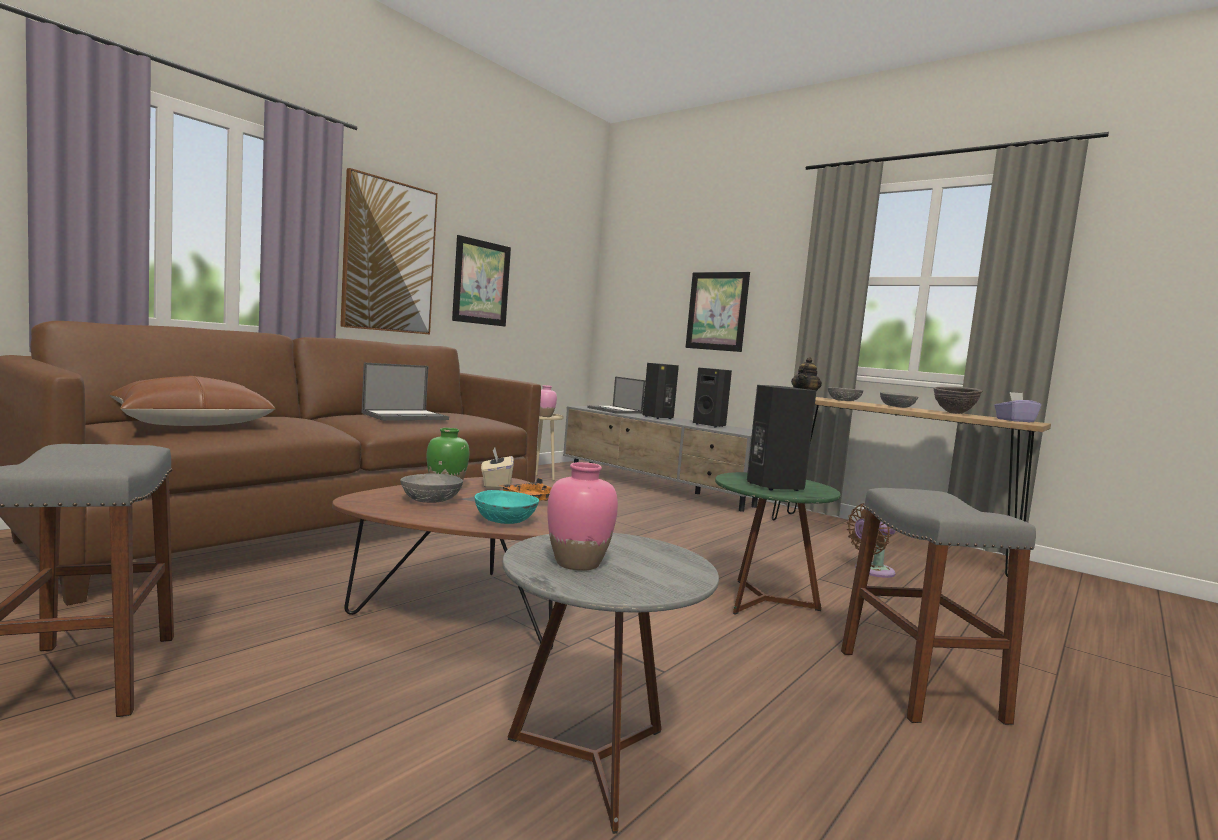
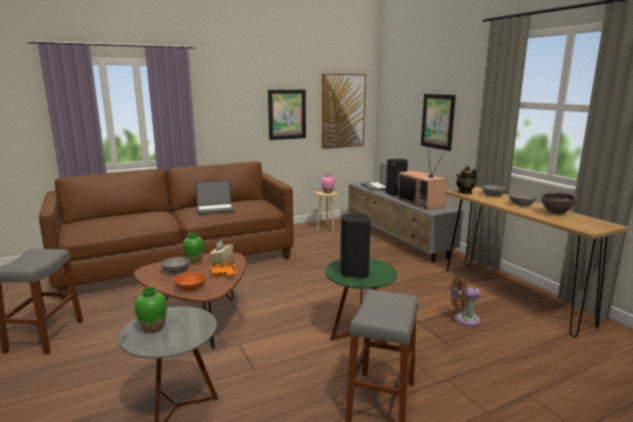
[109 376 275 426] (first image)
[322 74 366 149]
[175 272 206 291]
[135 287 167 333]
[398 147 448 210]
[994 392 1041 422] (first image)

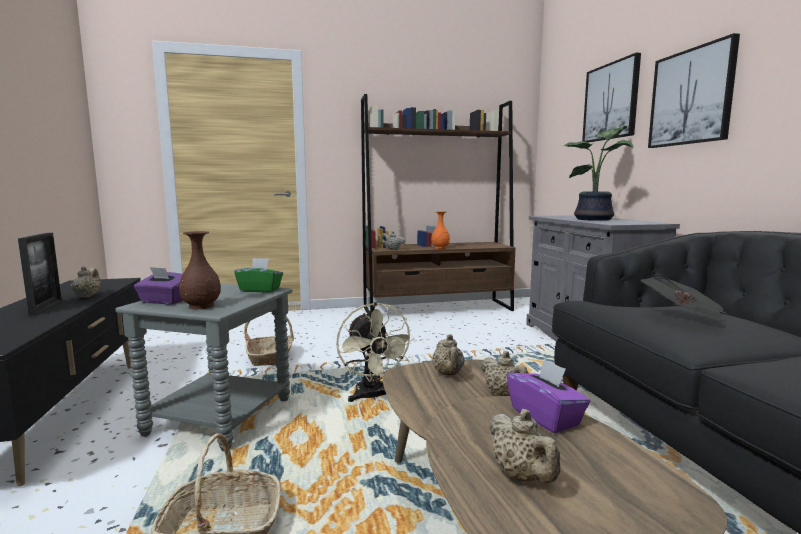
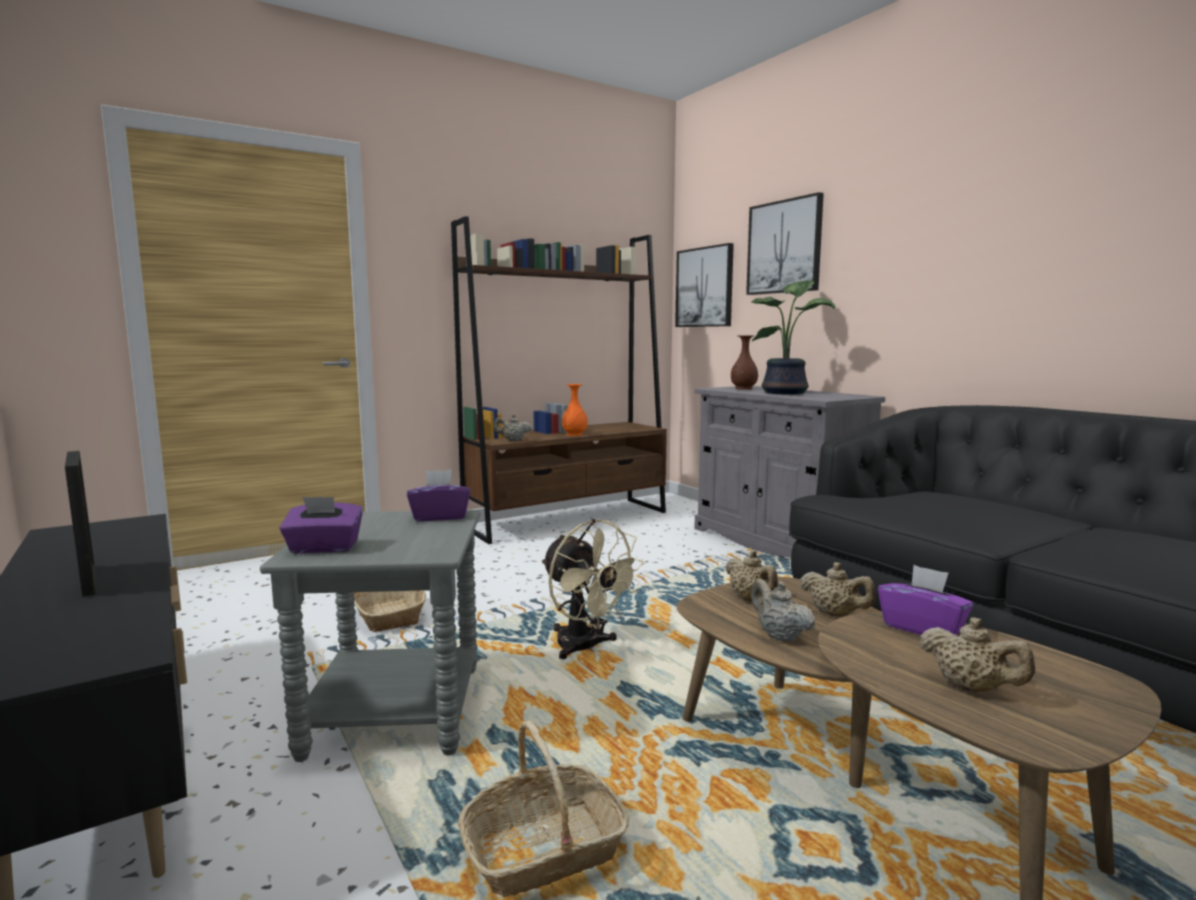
[751 578 816 642]
[731 336 758 390]
[407 469 470 522]
[640 277 727 318] (first image)
[675 243 734 327]

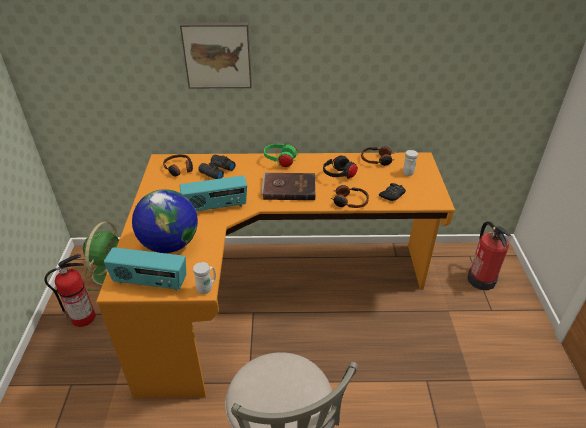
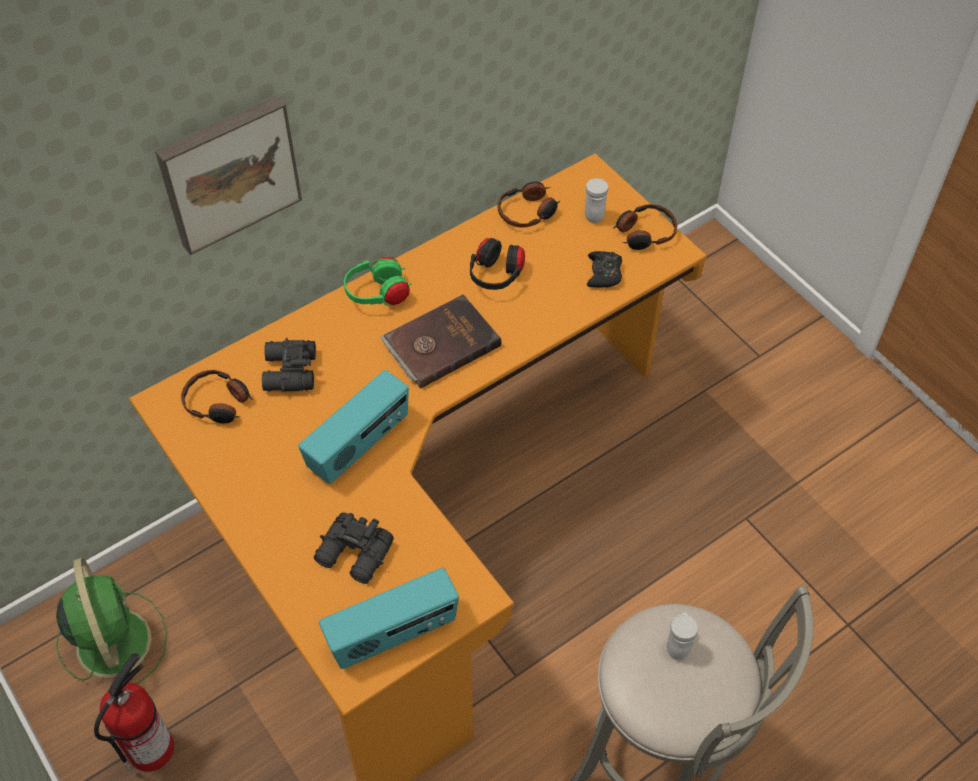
[314 512 394 584]
[667 613 698 660]
[614 204 678 250]
[467 221 511 290] (first image)

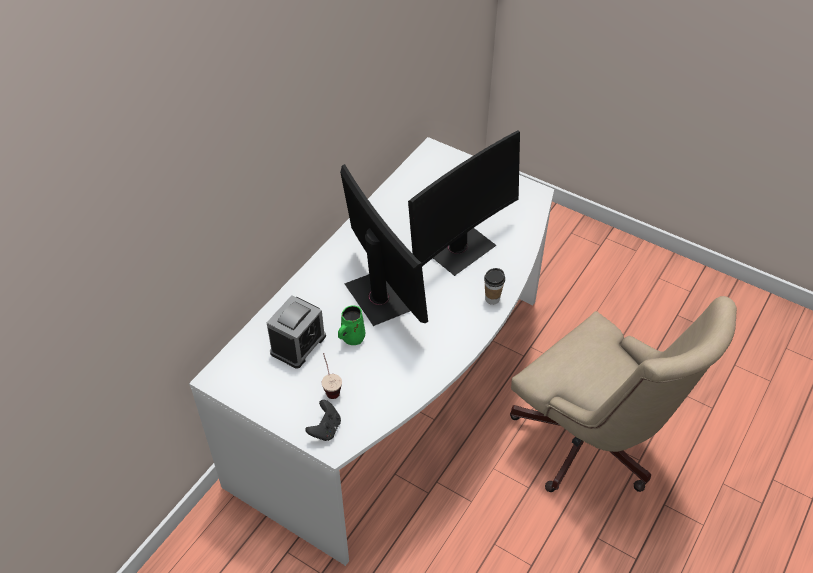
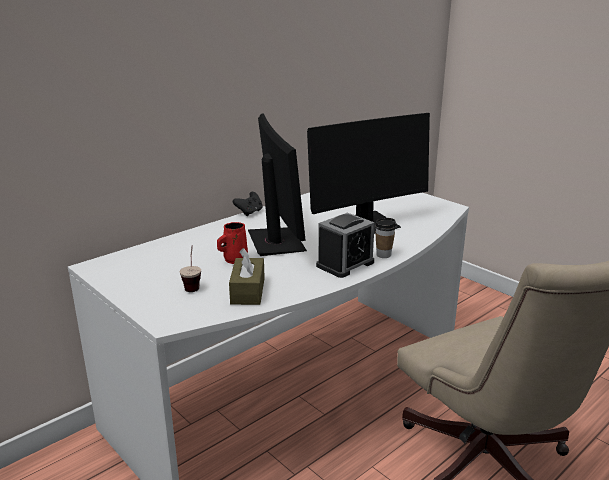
[316 213 375 278]
[233 192 263 216]
[217 222 248 264]
[229 248 265 305]

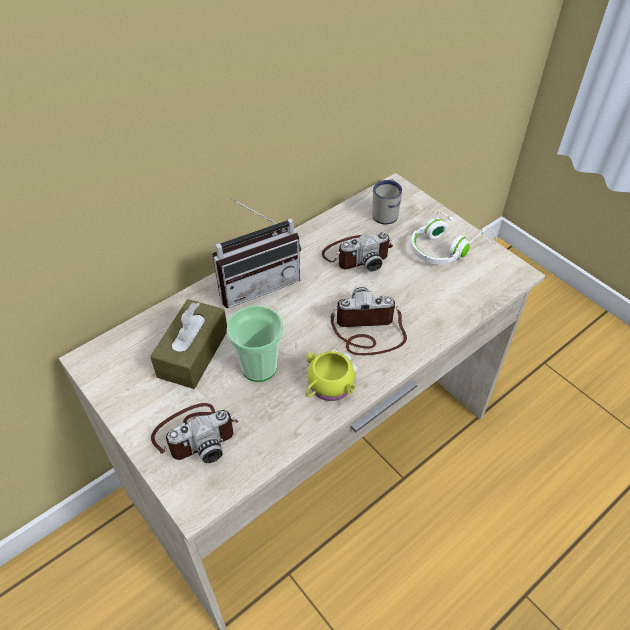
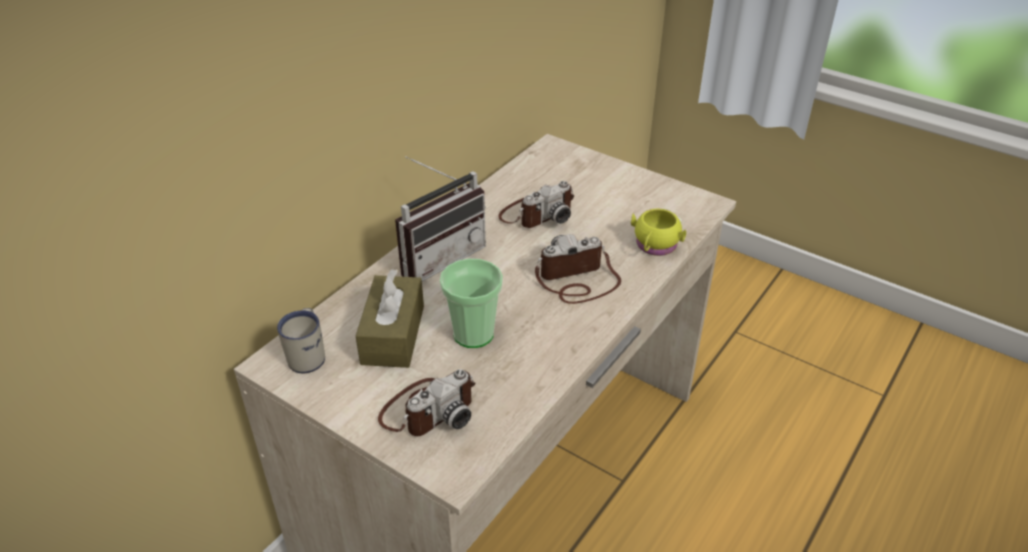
[631 208 686 256]
[277 308 325 373]
[410 211 497 265] (first image)

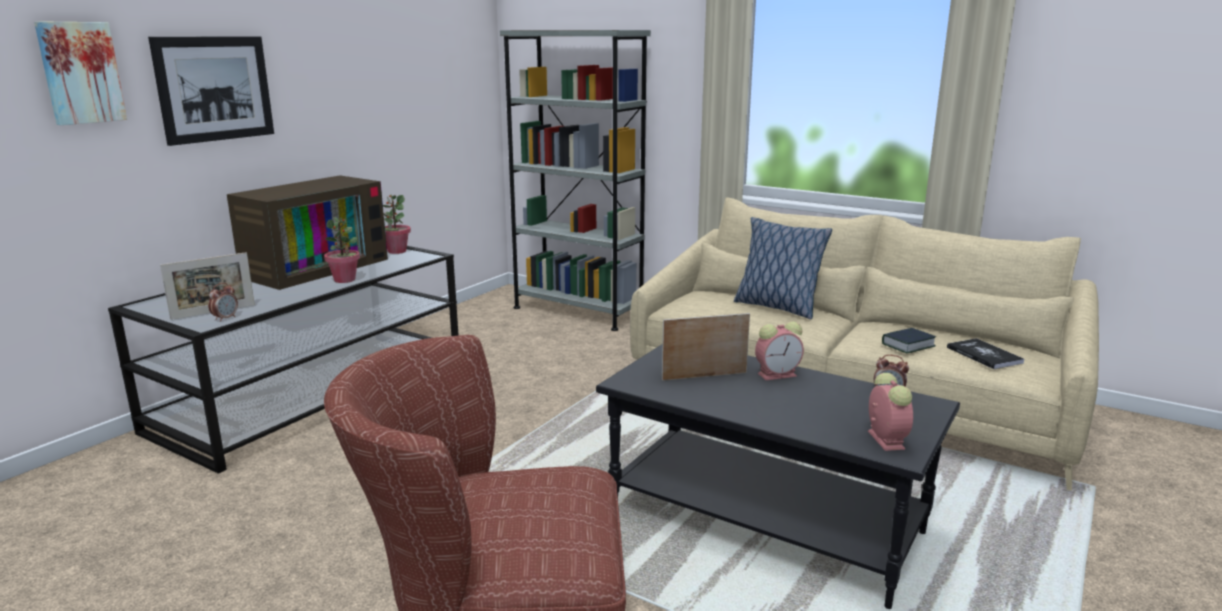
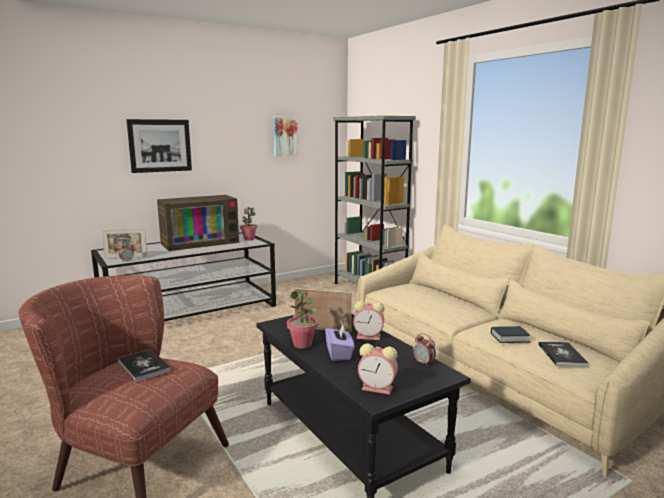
[273 117 298 156]
[287 289 318 349]
[734 217 832 319] (first image)
[358 343 398 395]
[118 349 171 382]
[325 324 355 361]

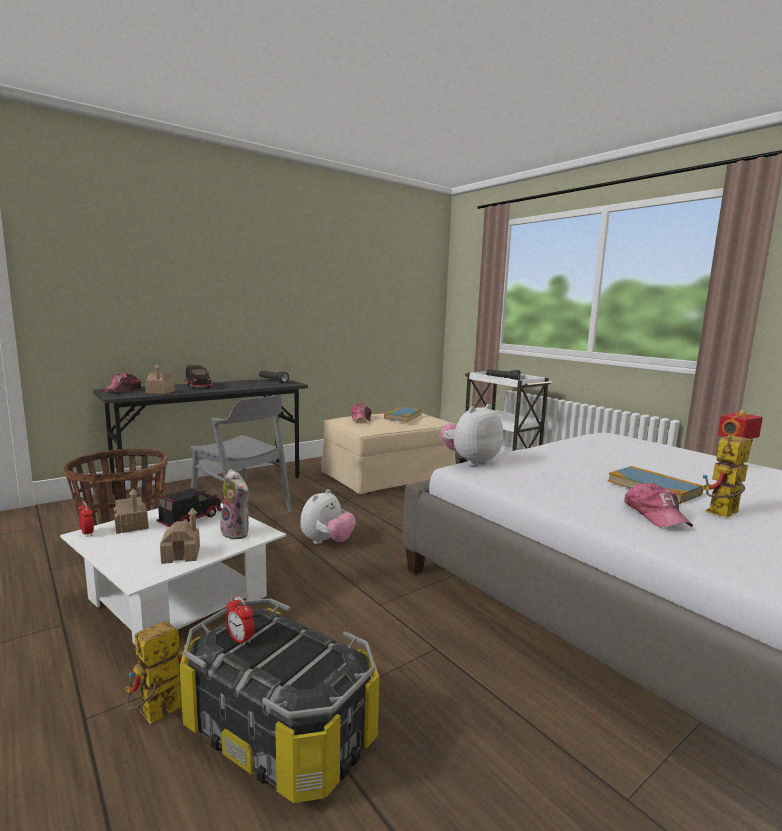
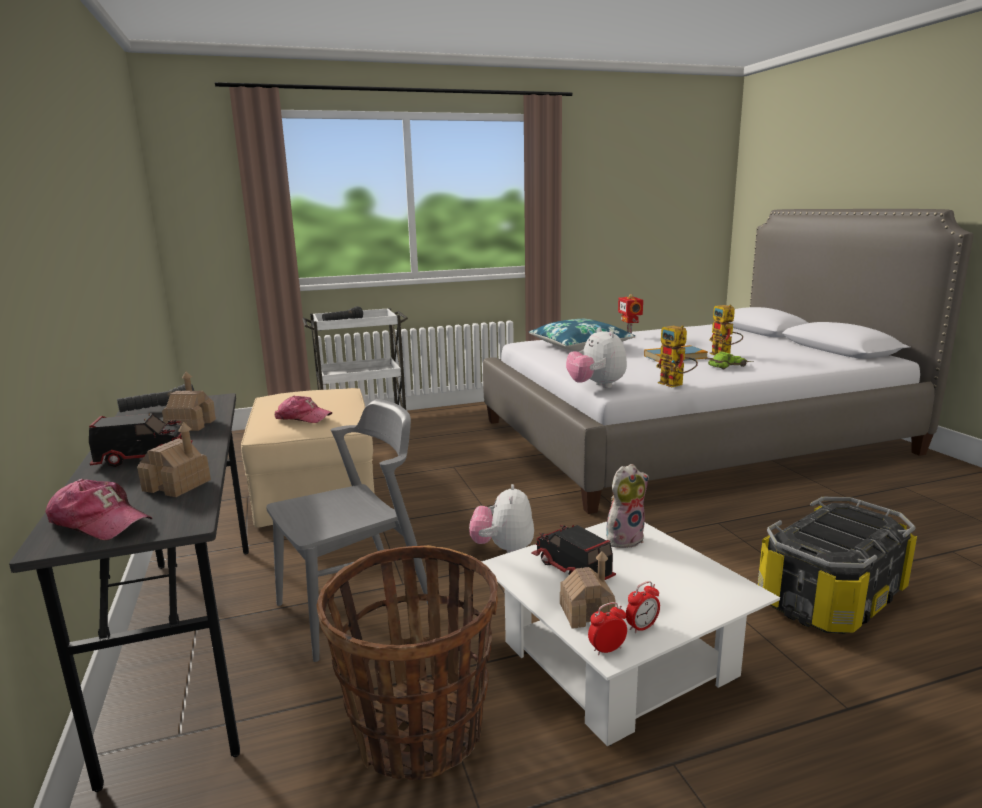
[656 326 698 387]
[162 371 216 431]
[626 581 660 634]
[469 484 534 553]
[384 407 422 422] (first image)
[705 351 754 369]
[528 319 635 351]

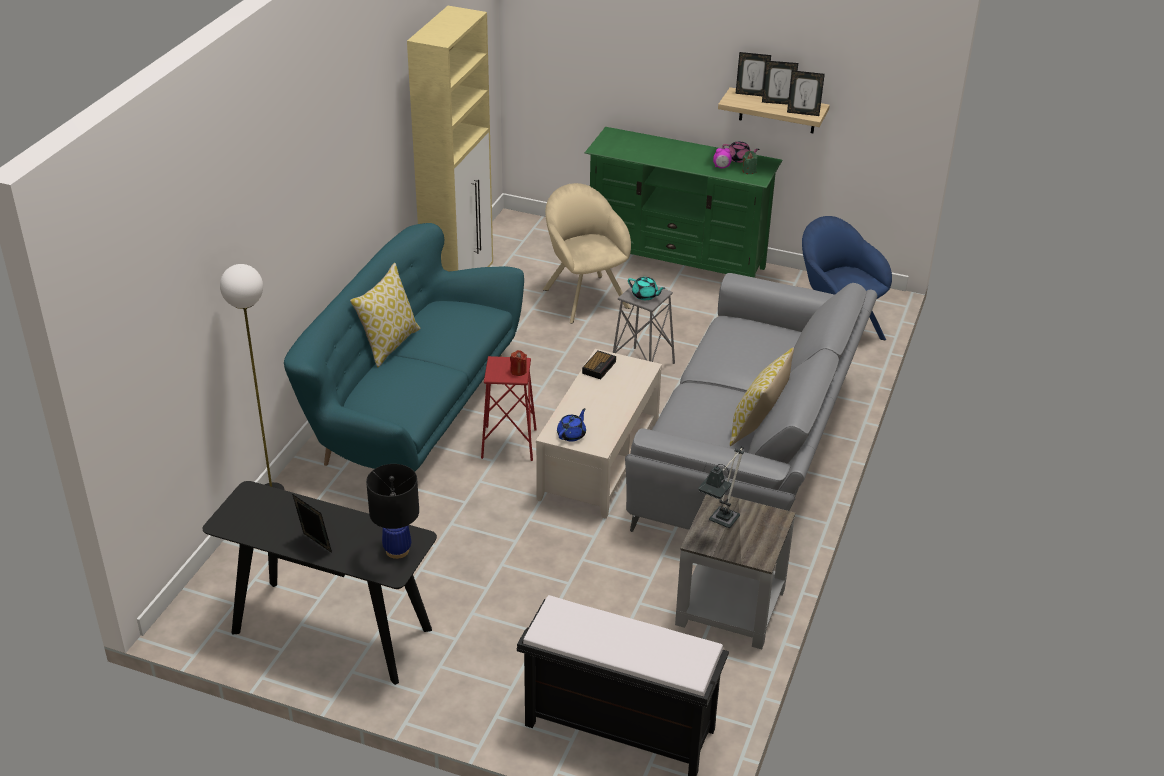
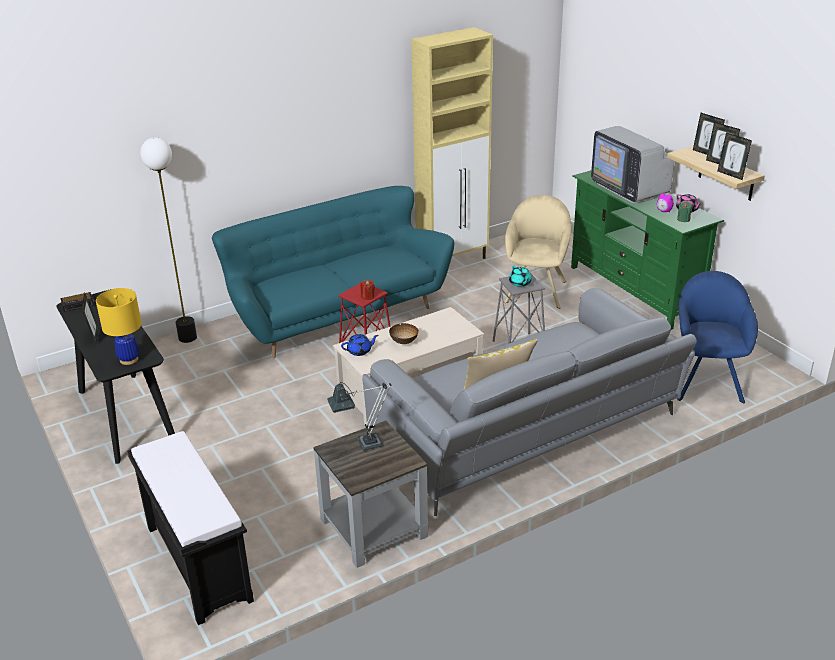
[350 263 420 367] (first image)
[96 288 142 365]
[60 292 95 312]
[389 323 419 344]
[591 126 675 203]

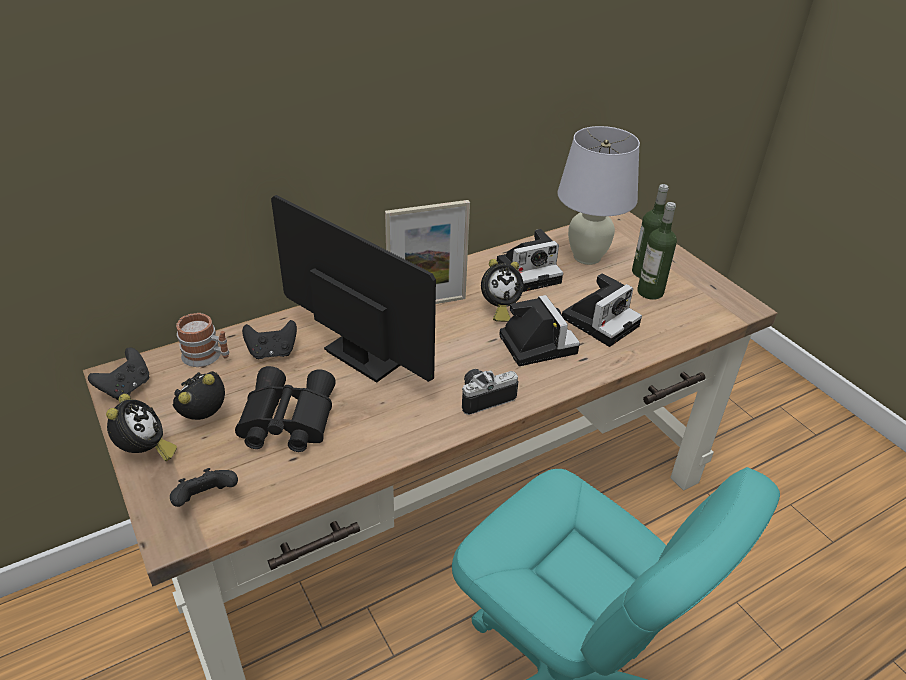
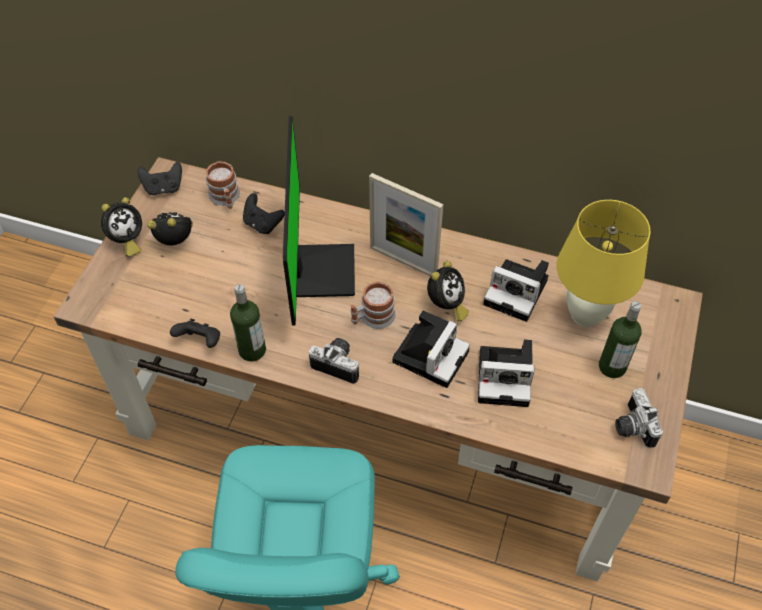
[170 319 220 348]
[235 366 336 452] (first image)
[427 261 469 321]
[556 200 650 327]
[230 284 266 361]
[350 281 396 329]
[615 388 663 448]

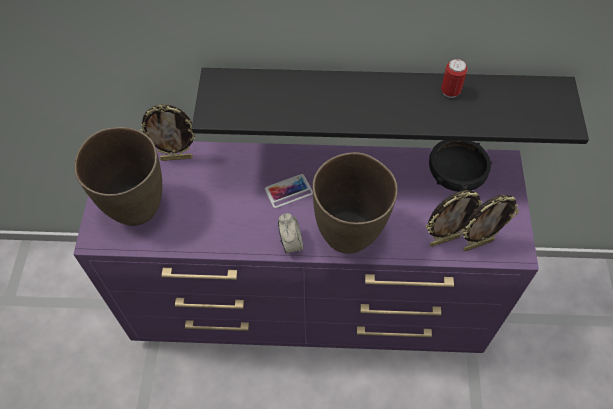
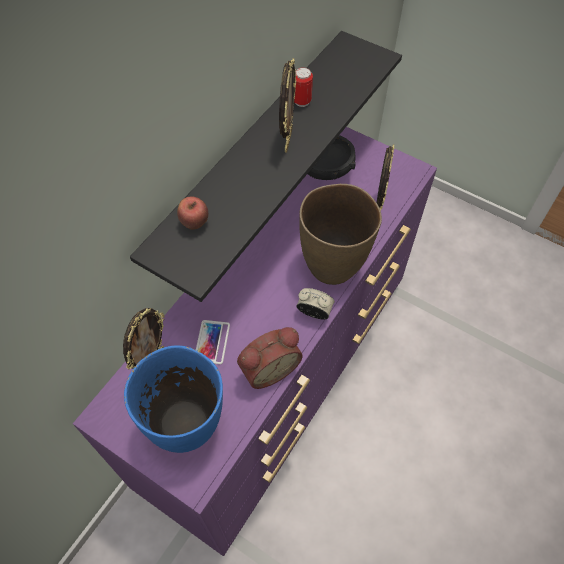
[124 345 223 453]
[196 320 230 364]
[279 58 296 153]
[177 197 208 230]
[237 327 303 389]

